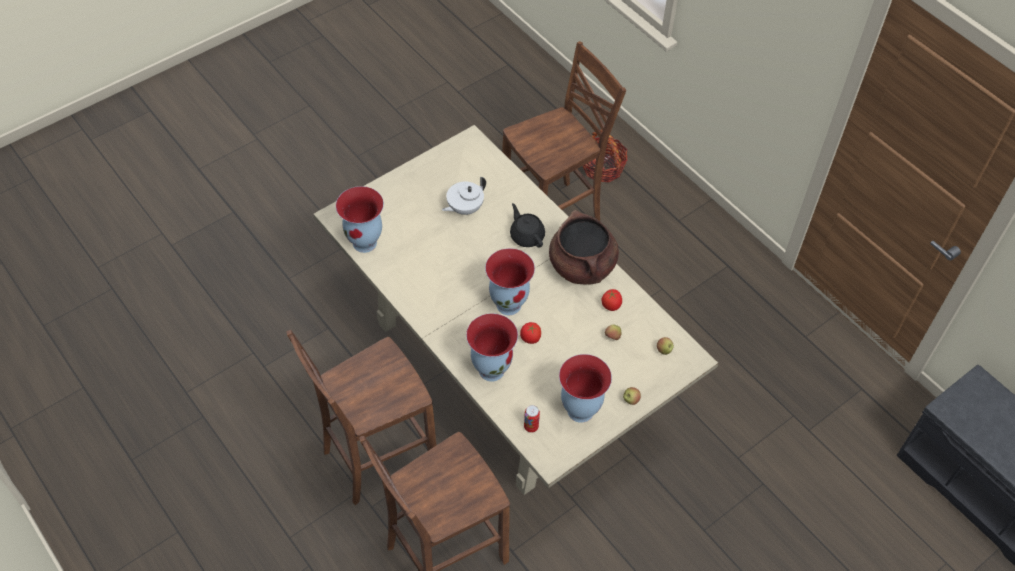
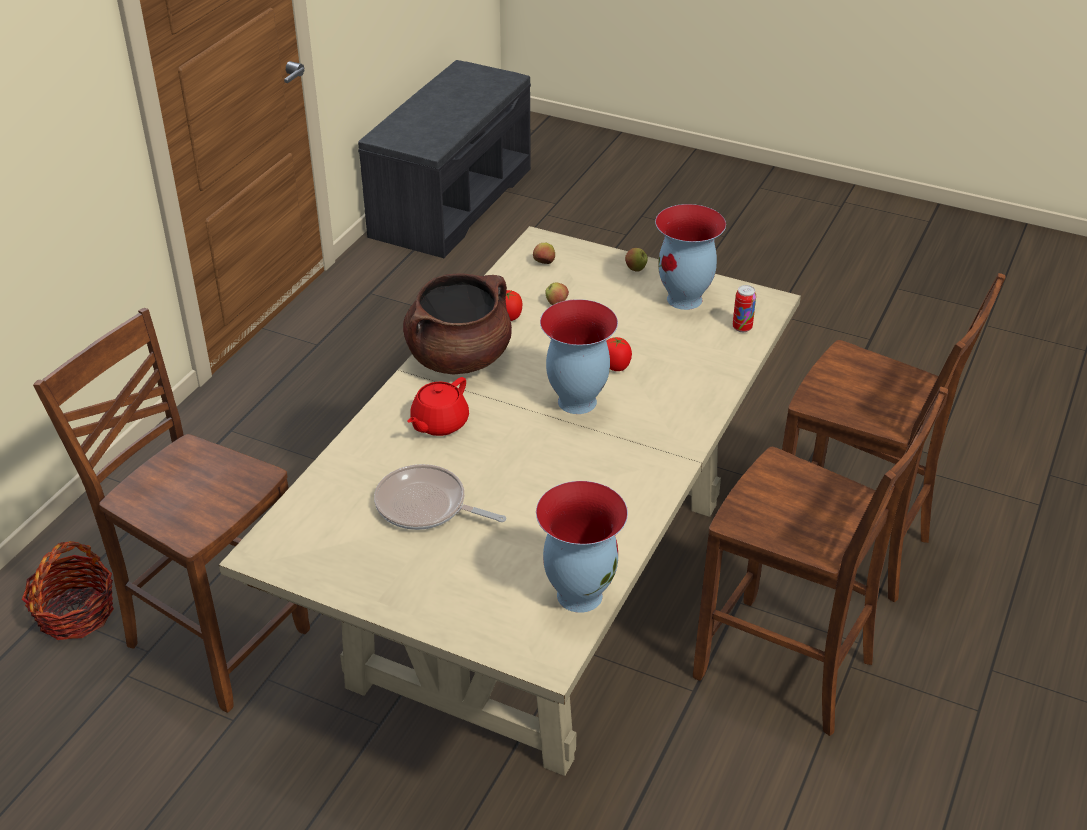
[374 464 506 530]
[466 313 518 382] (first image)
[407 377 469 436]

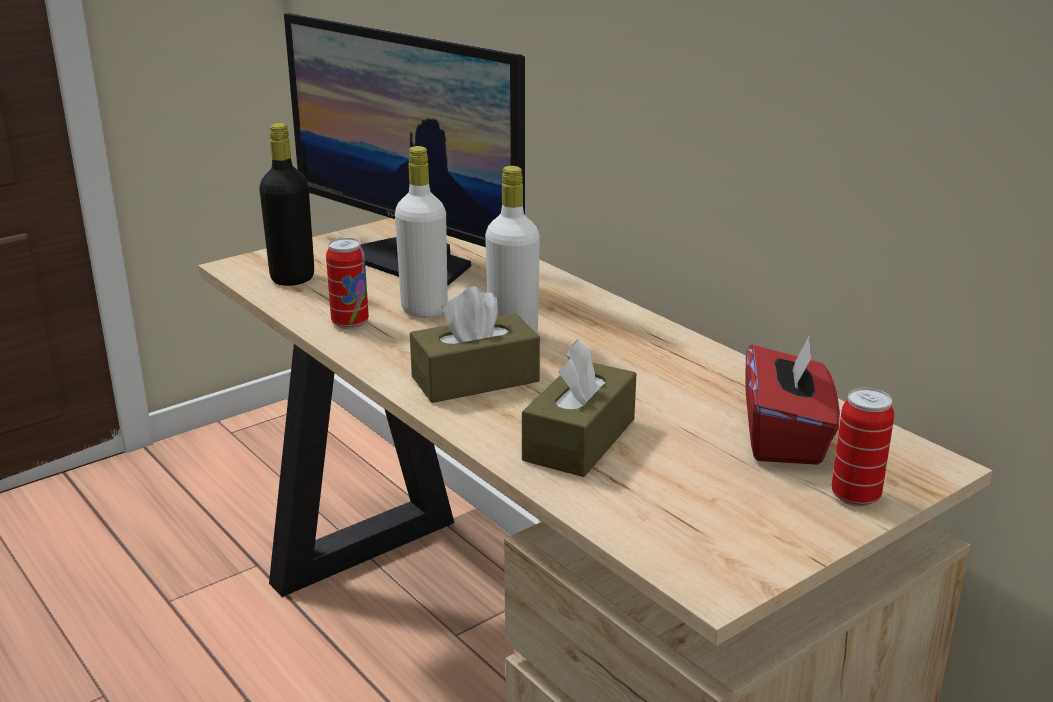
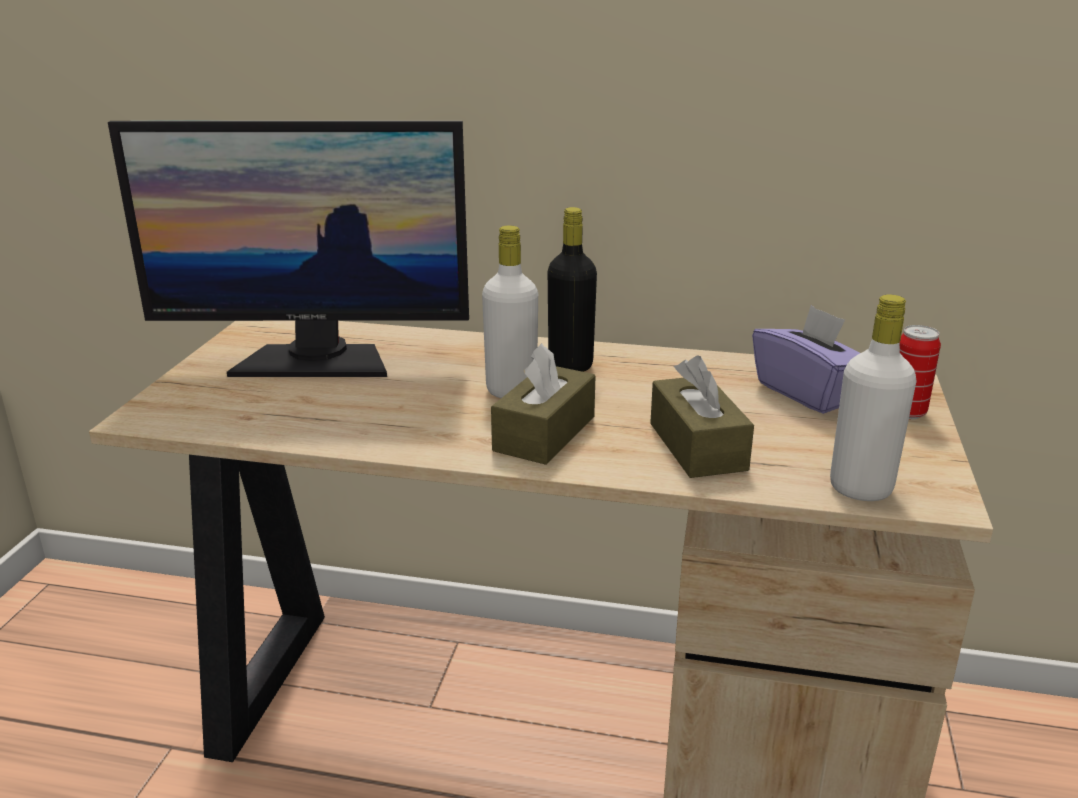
[548 207 597 372]
[326 238 369 329] (first image)
[830 295 917 501]
[752 305 860 414]

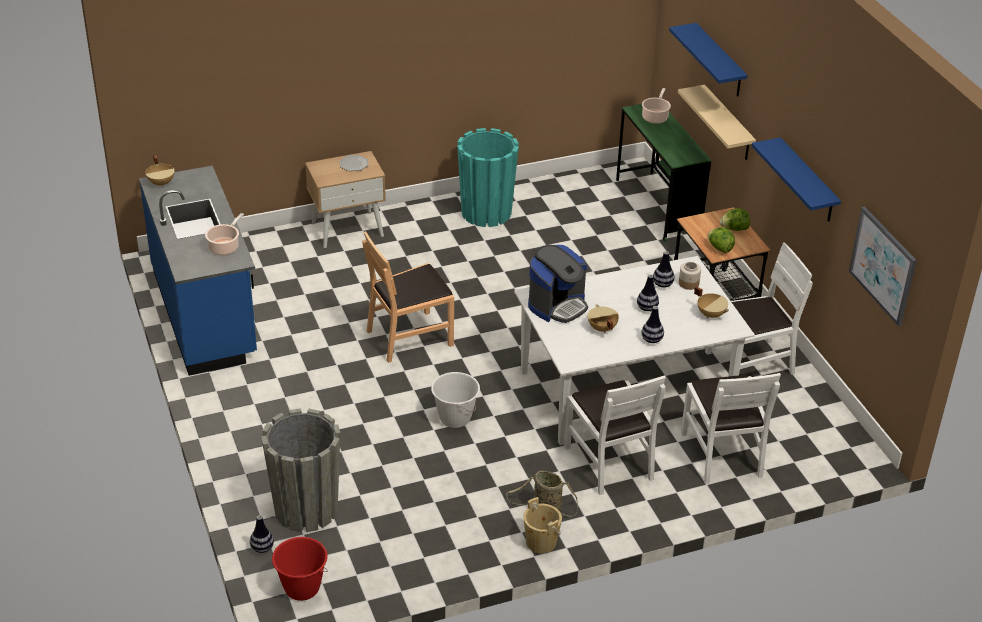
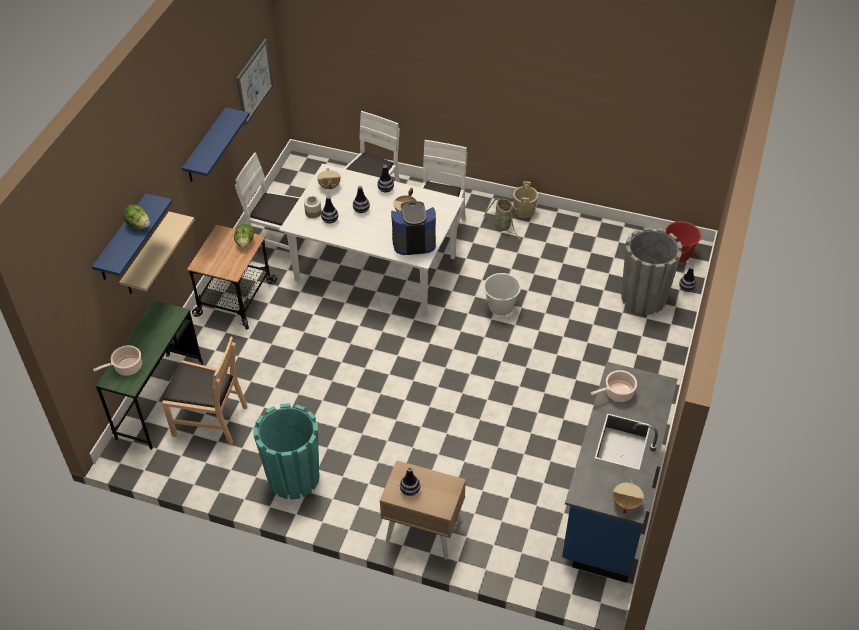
[400 467 420 496]
[162 336 248 445]
[123 204 150 229]

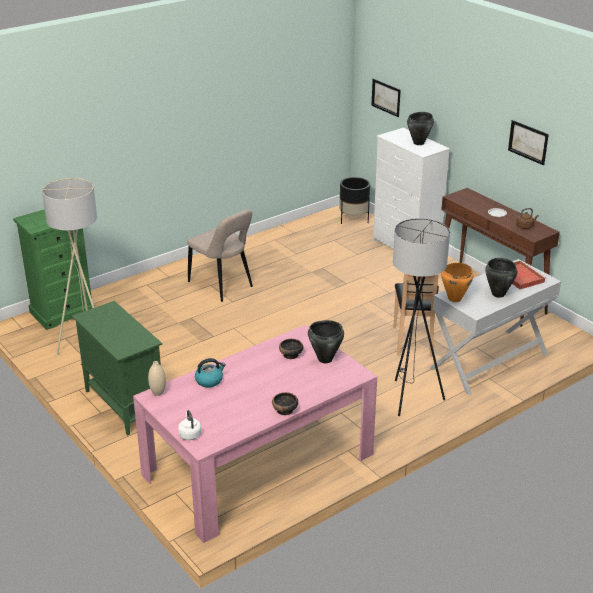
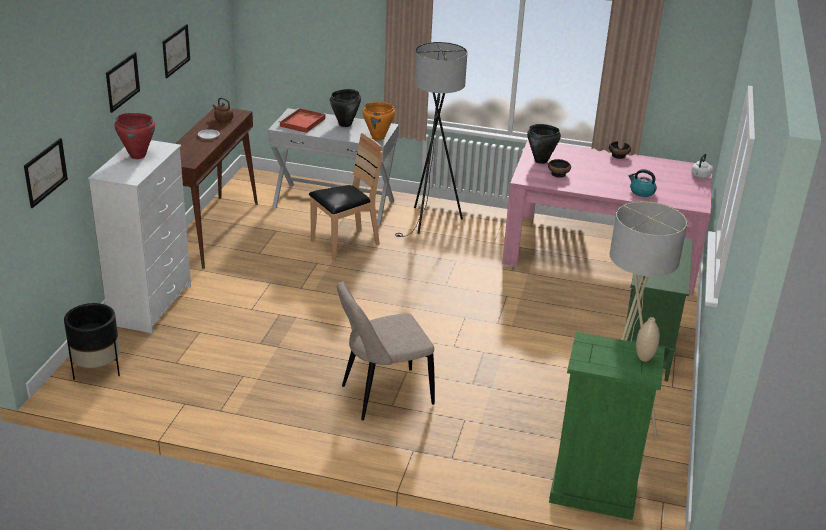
[636 317 660 362]
[337 282 435 420]
[114 113 155 159]
[106 52 140 113]

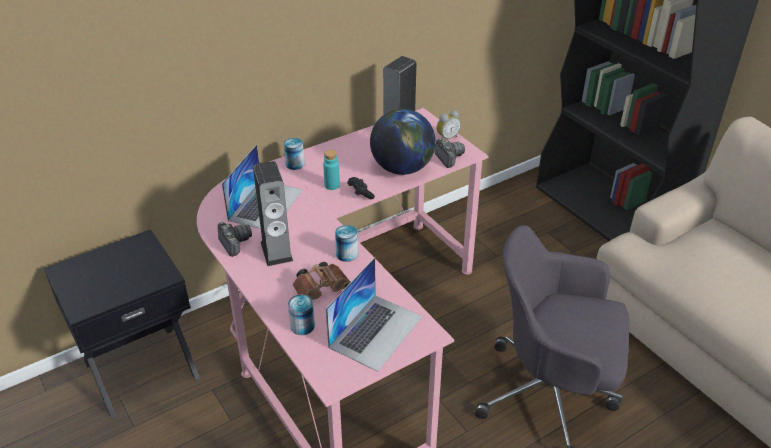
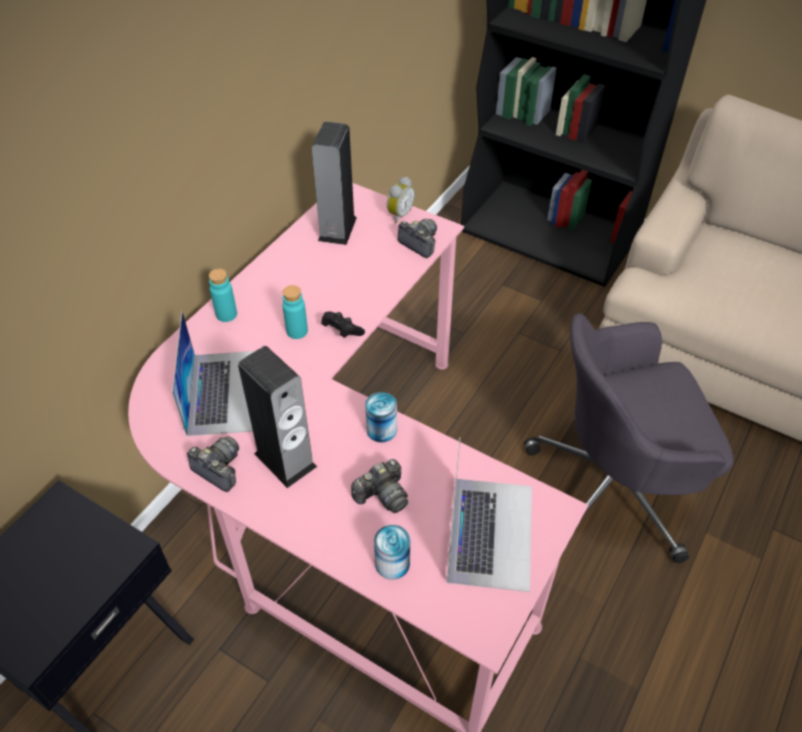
[209 269 237 322]
[351 459 408 513]
[370 109 436 175] (first image)

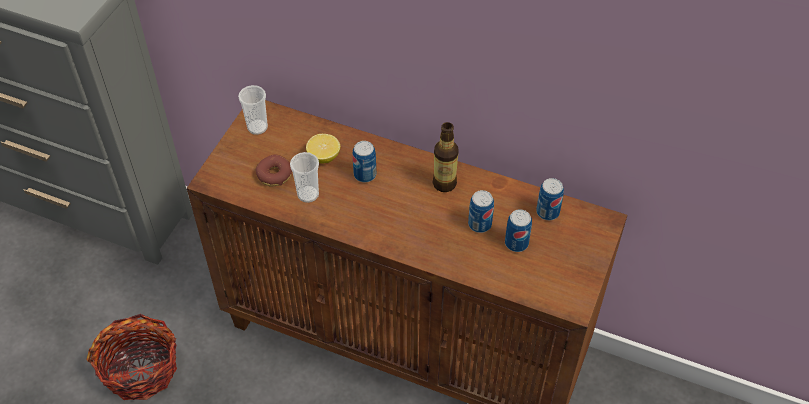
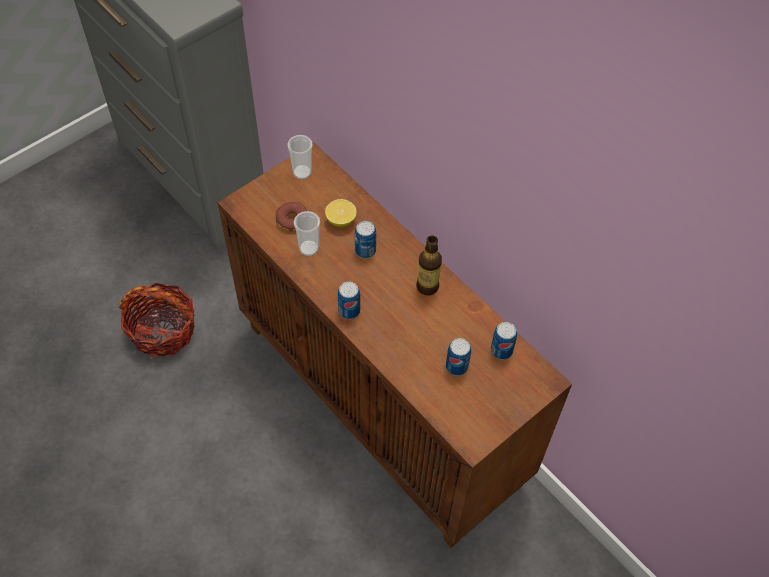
[338 282 360 319]

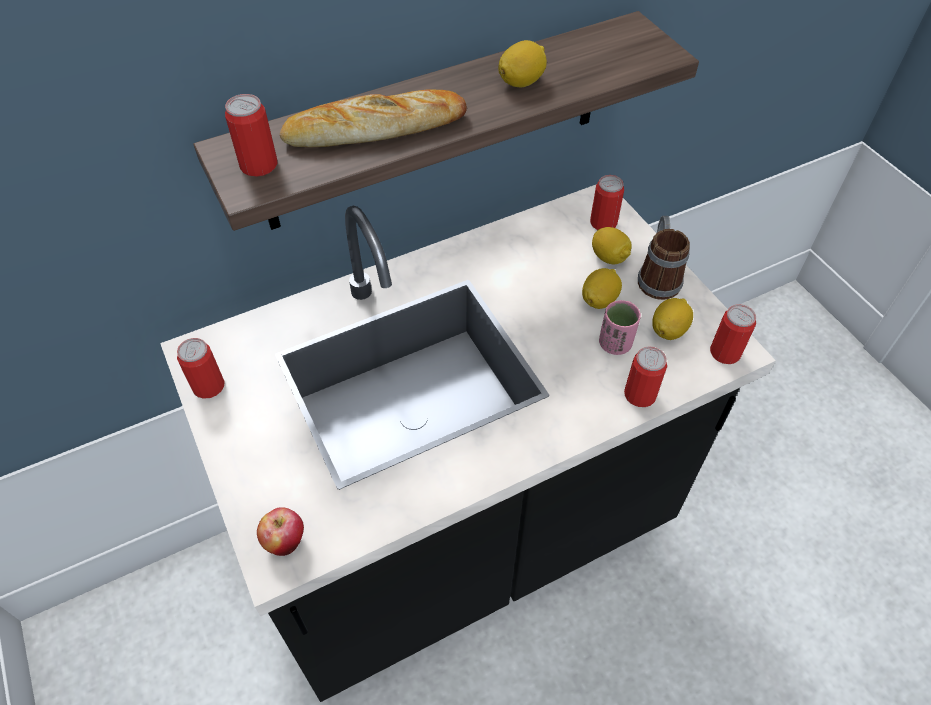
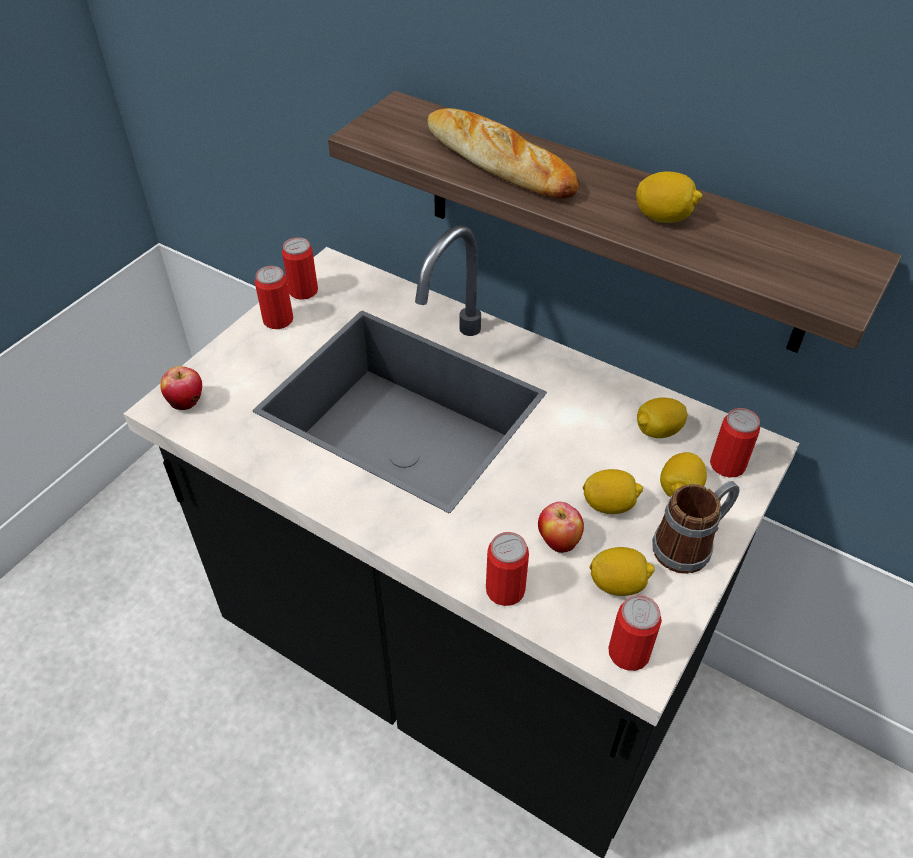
[255 266 293 329]
[538 502 584 553]
[637 397 688 438]

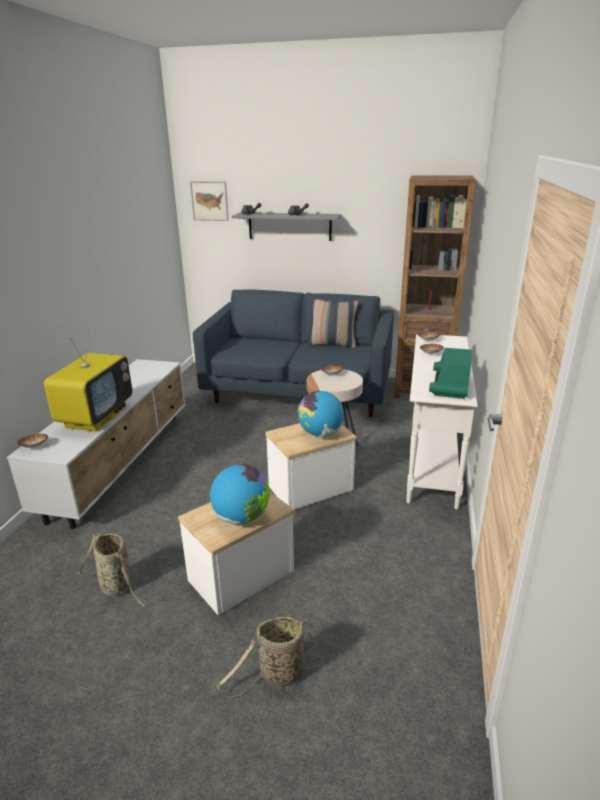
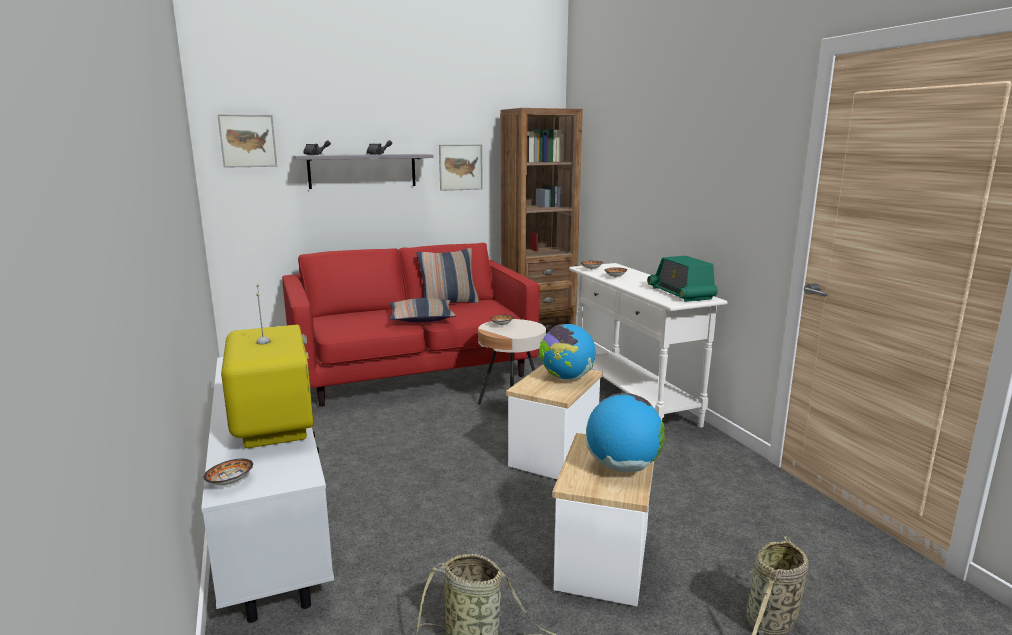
[282 243 539 407]
[389 298 456 322]
[439 144 483 191]

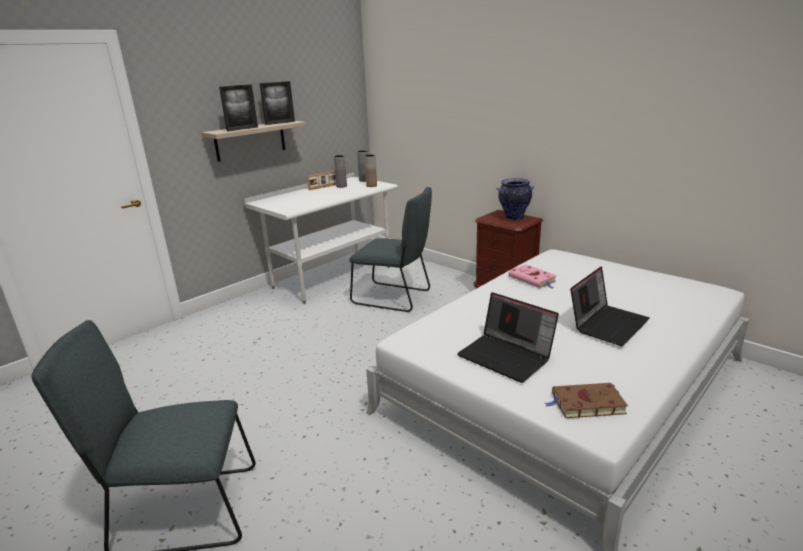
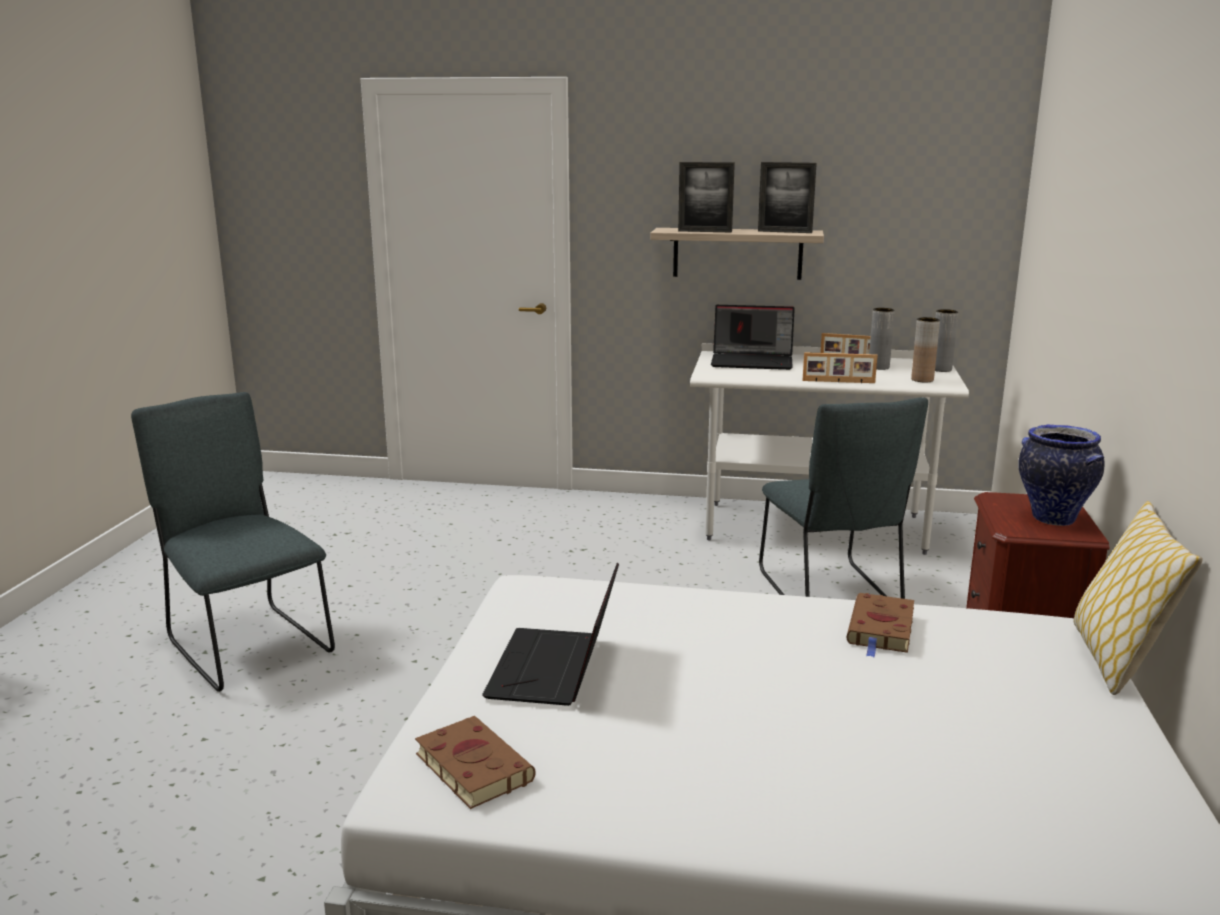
[847 593 914 658]
[711 305 795 370]
[803 352 878 383]
[1074 501 1203 695]

